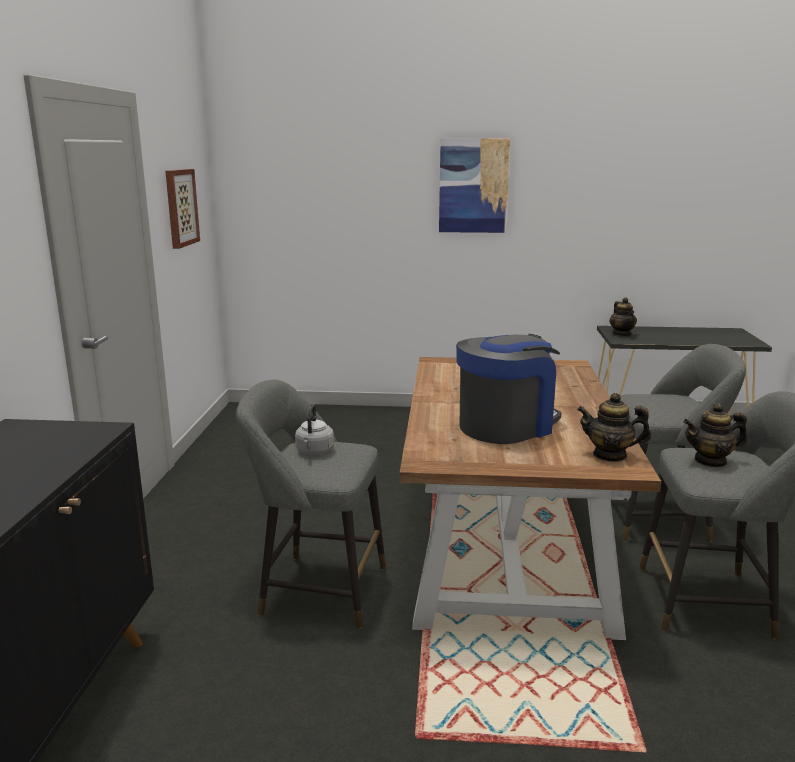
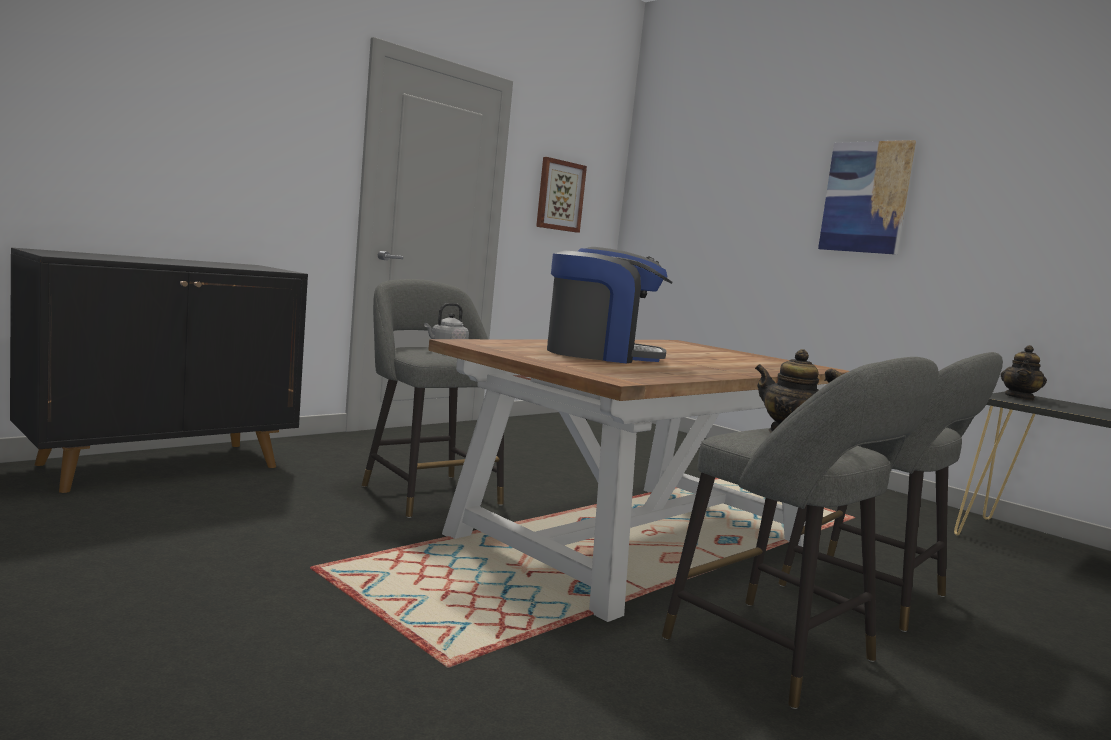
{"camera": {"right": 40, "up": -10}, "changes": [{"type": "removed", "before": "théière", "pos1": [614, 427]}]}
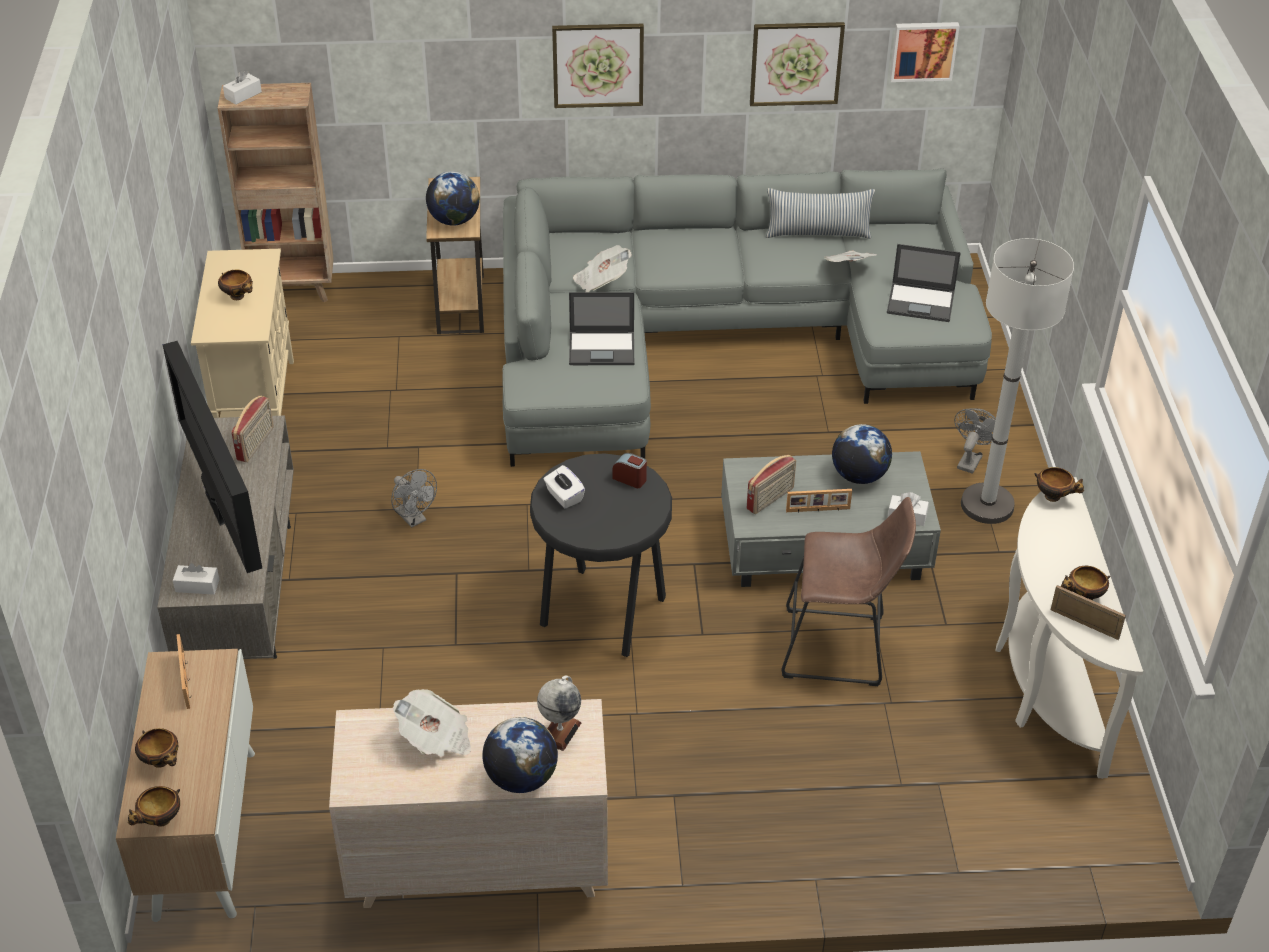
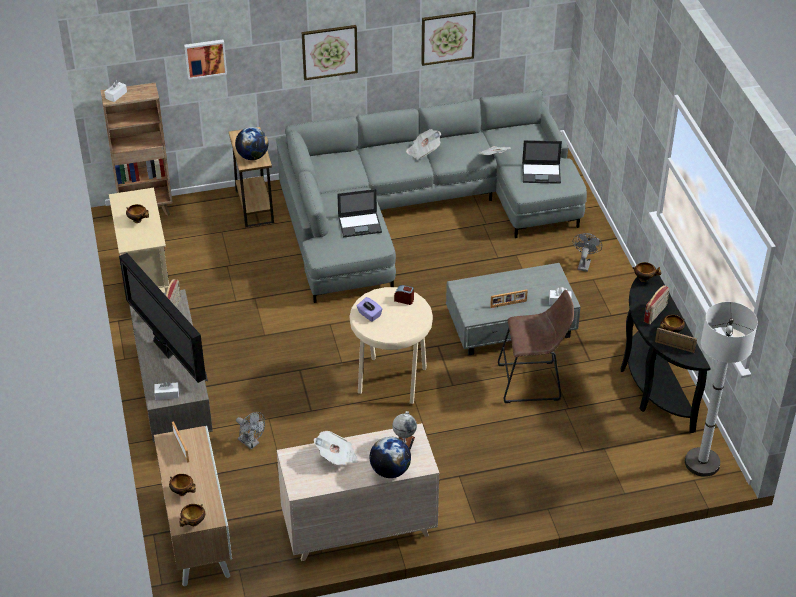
{"camera": {"right": -10, "up": 0}, "changes": [{"type": "moved", "before": "ventilateur/gris", "pos1": [414, 498], "pos2": [250, 430]}, {"type": "recoloured", "before": "tabouret/noir", "after": "tabouret/beige", "pos1": [601, 555], "pos2": [391, 345]}, {"type": "recoloured", "before": "boîte à mouchoirs/blanc", "after": "boîte à mouchoirs/violet", "pos1": [564, 487], "pos2": [369, 309]}, {"type": "moved", "before": "journal", "pos1": [602, 268], "pos2": [423, 144]}, {"type": "moved", "before": "radio", "pos1": [771, 484], "pos2": [657, 304]}, {"type": "removed", "before": "coussin", "pos1": [820, 213]}, {"type": "removed", "before": "globe", "pos1": [862, 454]}, {"type": "moved", "before": "tableau", "pos1": [925, 52], "pos2": [205, 60]}, {"type": "moved", "before": "lampadaire/blanc", "pos1": [1017, 381], "pos2": [721, 389]}, {"type": "recoloured", "before": "table console/blanc", "after": "table console/noir", "pos1": [1069, 628], "pos2": [666, 349]}]}
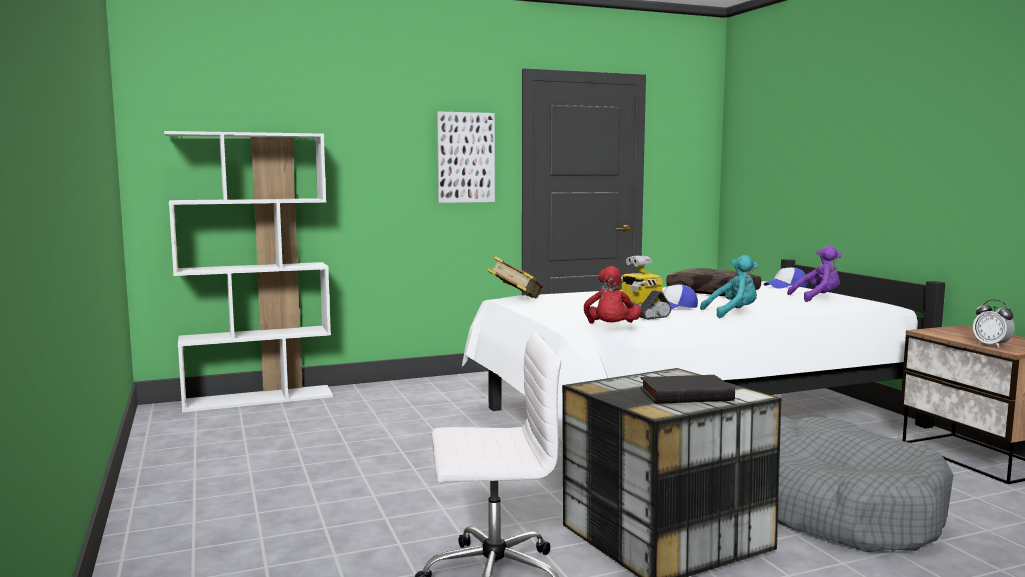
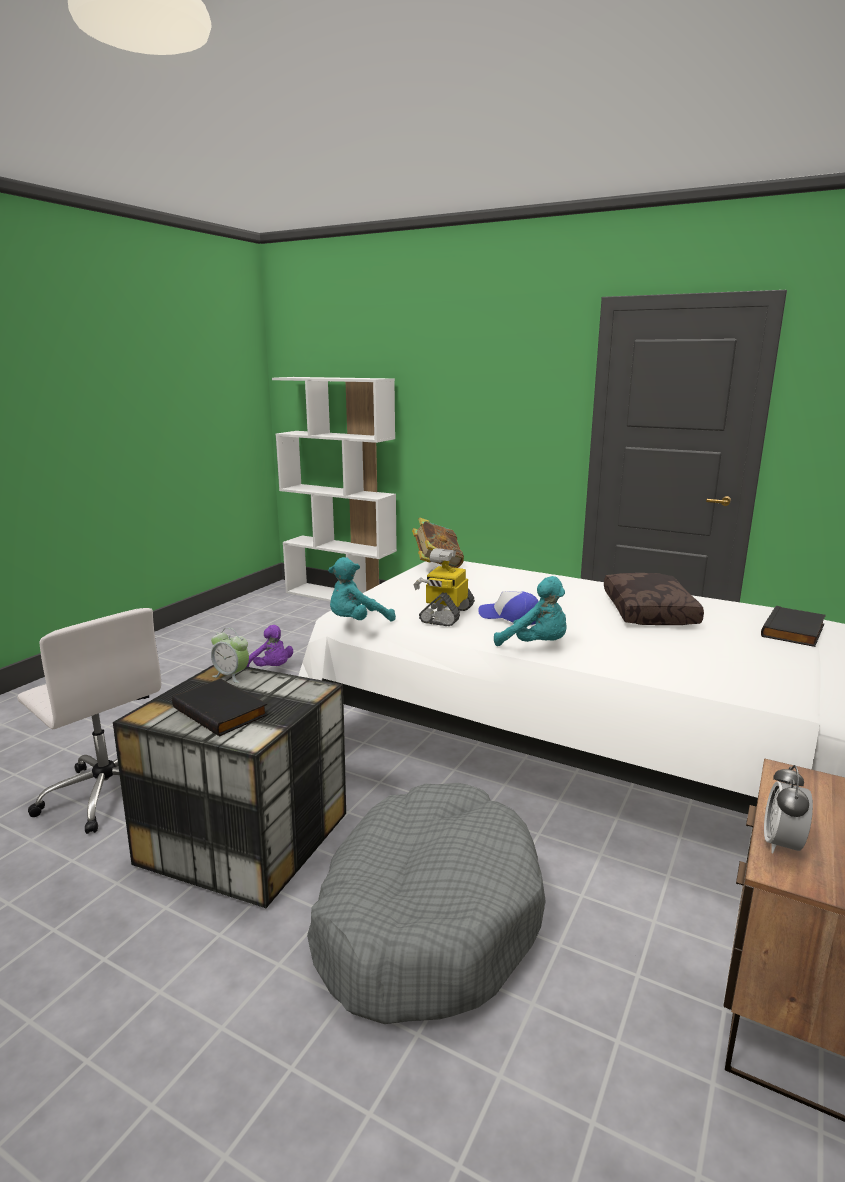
{"camera": {"right": 50, "up": 10}, "changes": [{"type": "removed", "before": "tableau", "pos1": [466, 157]}, {"type": "recoloured", "before": "peluche/rouge", "after": "peluche/turquoise", "pos1": [613, 295], "pos2": [362, 589]}, {"type": "replaced", "before": "casquette", "after": "livre/noir", "pos1": [785, 278], "pos2": [793, 626]}, {"type": "moved", "before": "peluche/violet", "pos1": [814, 274], "pos2": [269, 646]}, {"type": "added", "after": "réveil", "pos2": [230, 655]}]}
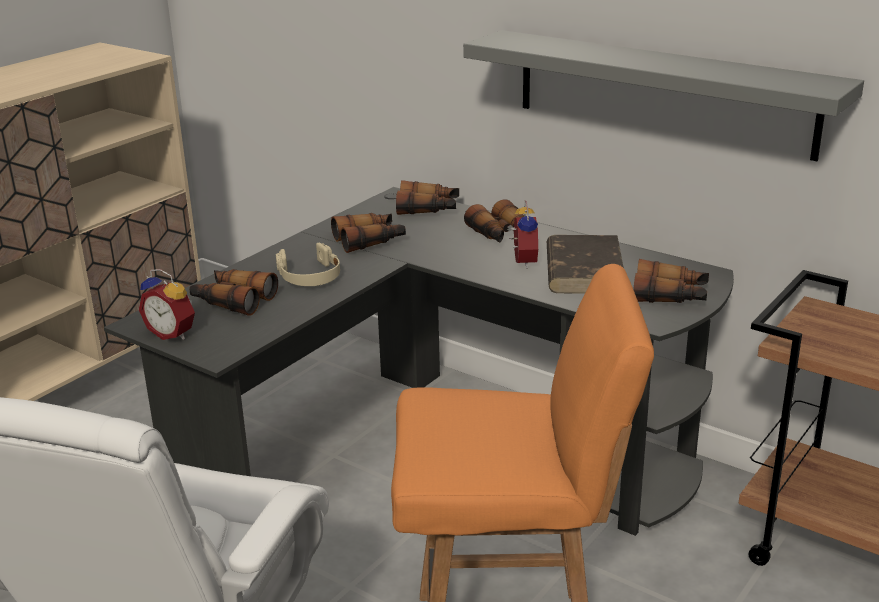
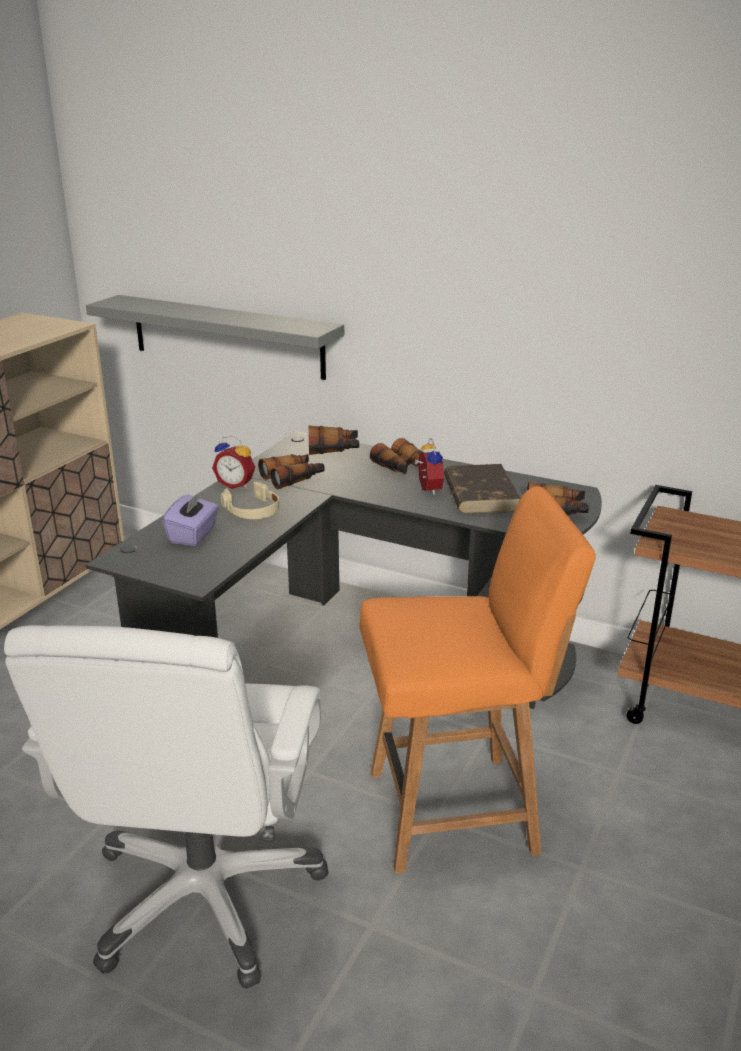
{"camera": {"right": -10, "up": 0}, "changes": [{"type": "moved", "before": "réveil", "pos1": [167, 304], "pos2": [233, 462]}, {"type": "replaced", "before": "jumelles", "after": "boîte à mouchoirs/violet", "pos1": [233, 292], "pos2": [190, 518]}, {"type": "moved", "before": "étagère/gris", "pos1": [663, 95], "pos2": [215, 337]}]}
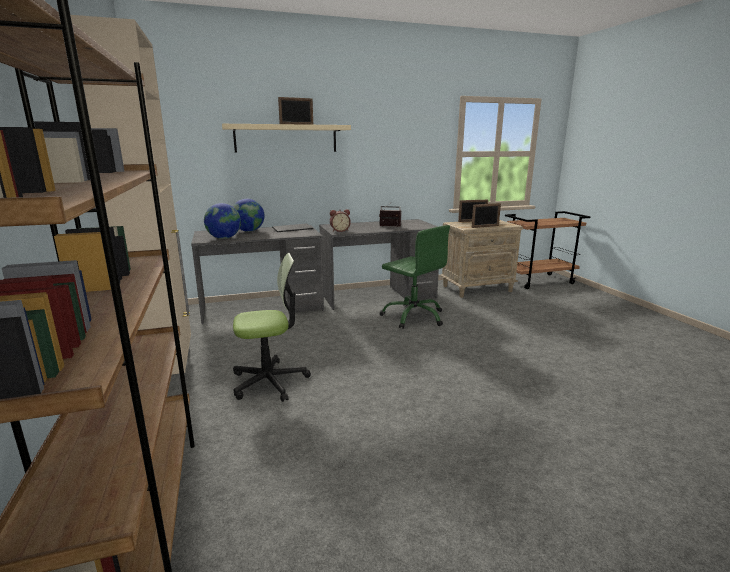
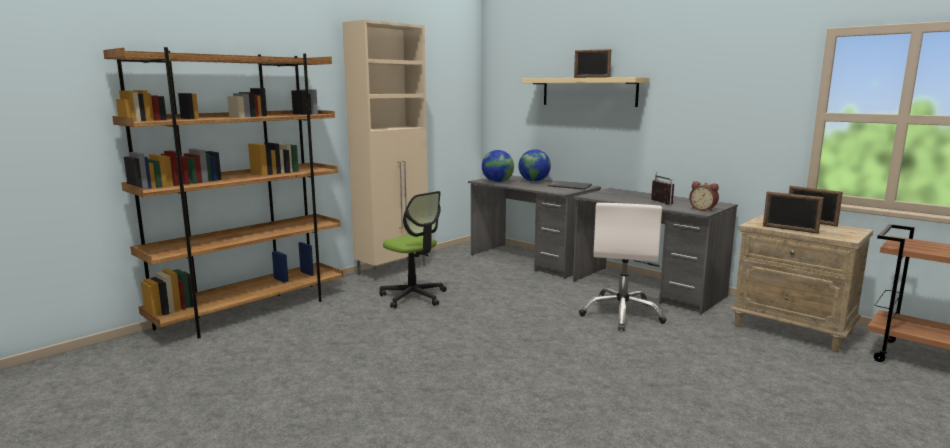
{"camera": {"right": 60, "up": -5}, "changes": [{"type": "moved", "before": "réveil", "pos1": [340, 220], "pos2": [704, 196]}, {"type": "recoloured", "before": "chaise de bureau/vert", "after": "chaise de bureau/blanc", "pos1": [414, 277], "pos2": [623, 267]}]}
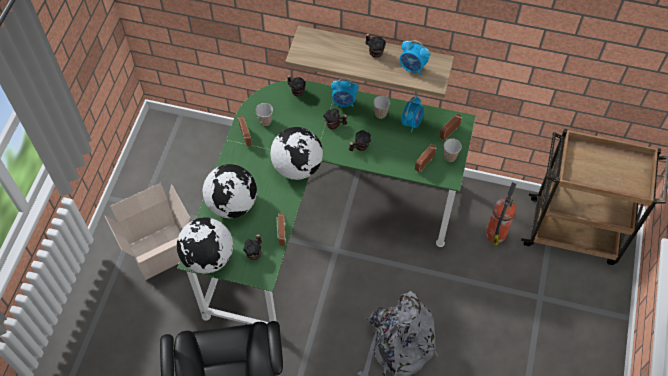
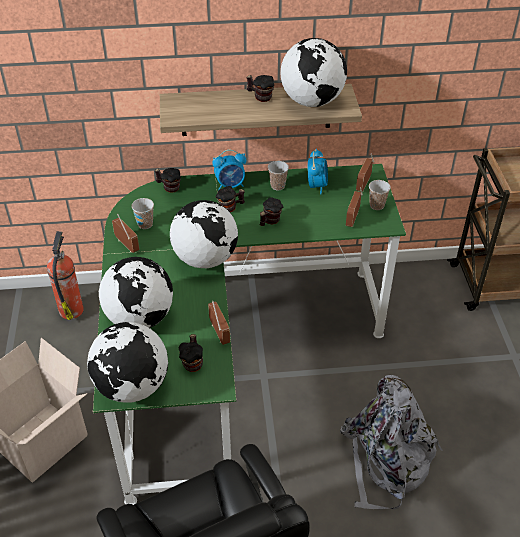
{"camera": {"right": -20, "up": -15}, "changes": [{"type": "replaced", "before": "réveil", "after": "globe", "pos1": [415, 57], "pos2": [314, 72]}, {"type": "moved", "before": "extincteur", "pos1": [501, 214], "pos2": [65, 275]}]}
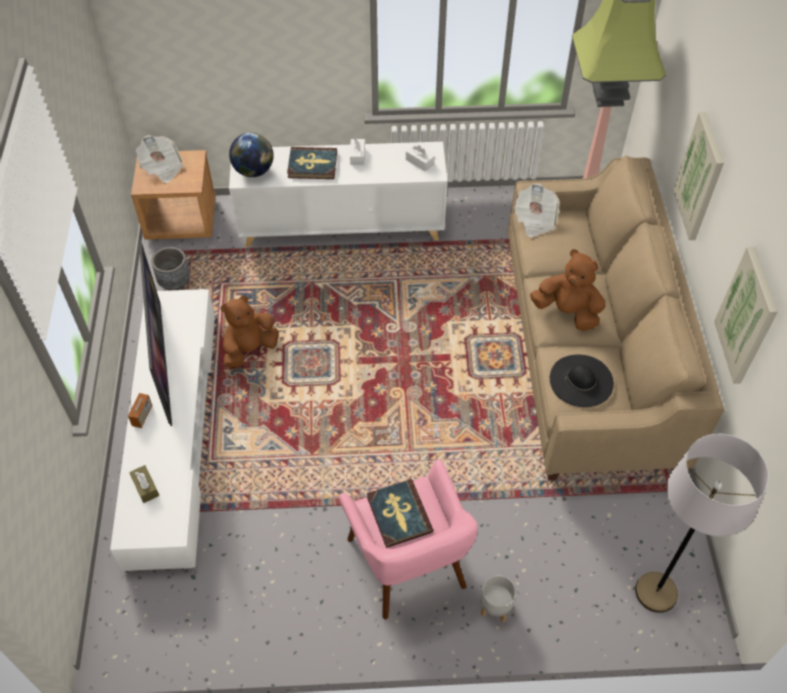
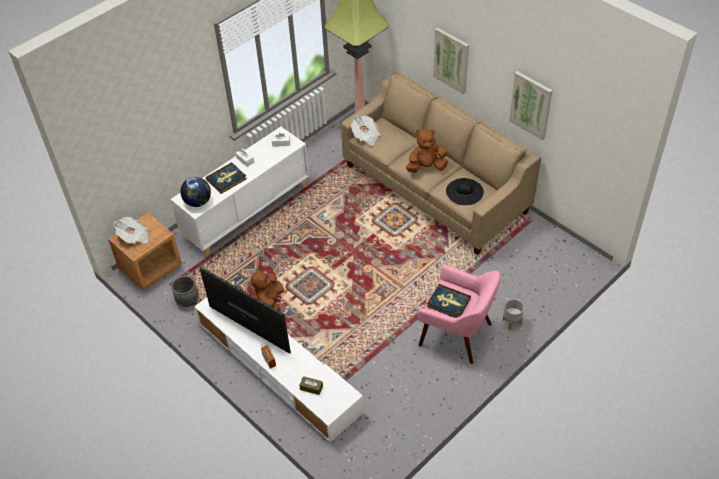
{"camera": {"right": -40, "up": -5}, "changes": [{"type": "removed", "before": "lampadaire/gris", "pos1": [702, 523]}]}
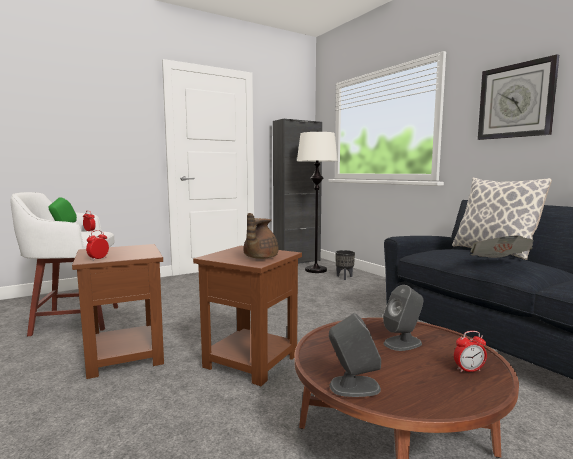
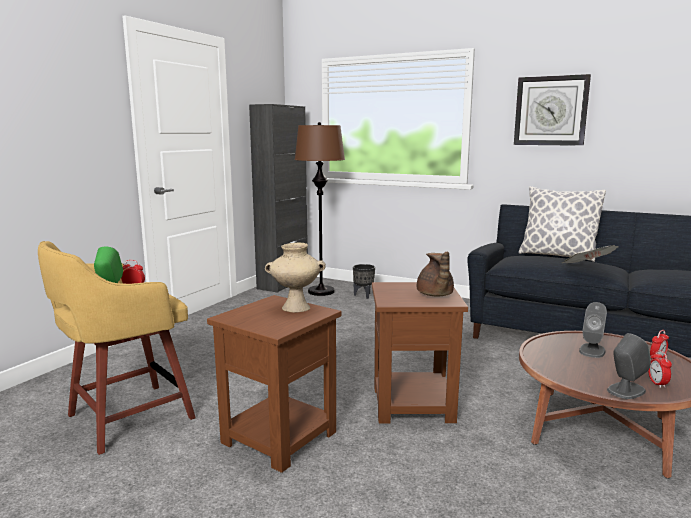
{"camera": {"right": -30, "up": 5}, "changes": [{"type": "recoloured", "before": "tabouret/blanc", "after": "tabouret/jaune", "pos1": [64, 264], "pos2": [117, 348]}, {"type": "moved", "before": "réveil", "pos1": [97, 245], "pos2": [660, 369]}, {"type": "recoloured", "before": "lampadaire/blanc", "after": "lampadaire/marron", "pos1": [317, 202], "pos2": [319, 209]}, {"type": "added", "after": "vase/beige", "pos2": [295, 277]}]}
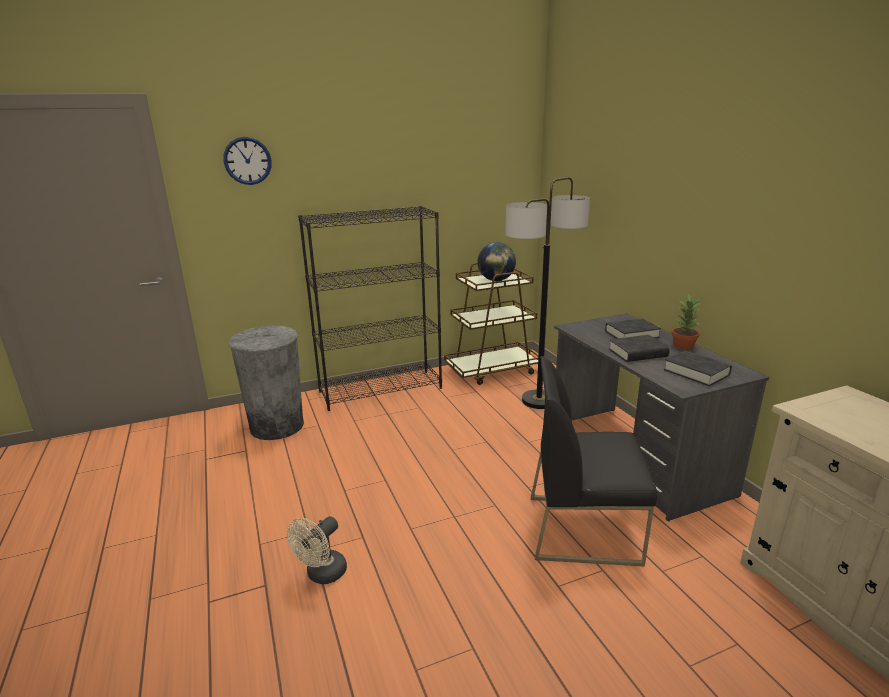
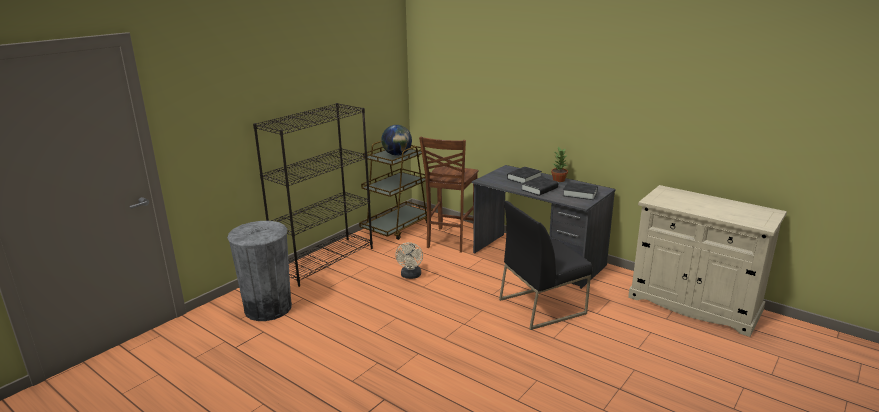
{"camera": {"right": -30, "up": 0}, "changes": [{"type": "removed", "before": "horloge murale", "pos1": [247, 161]}, {"type": "moved", "before": "ventilateur/beige", "pos1": [317, 550], "pos2": [409, 260]}, {"type": "replaced", "before": "lampadaire", "after": "chaise/marron", "pos1": [547, 293], "pos2": [448, 194]}]}
